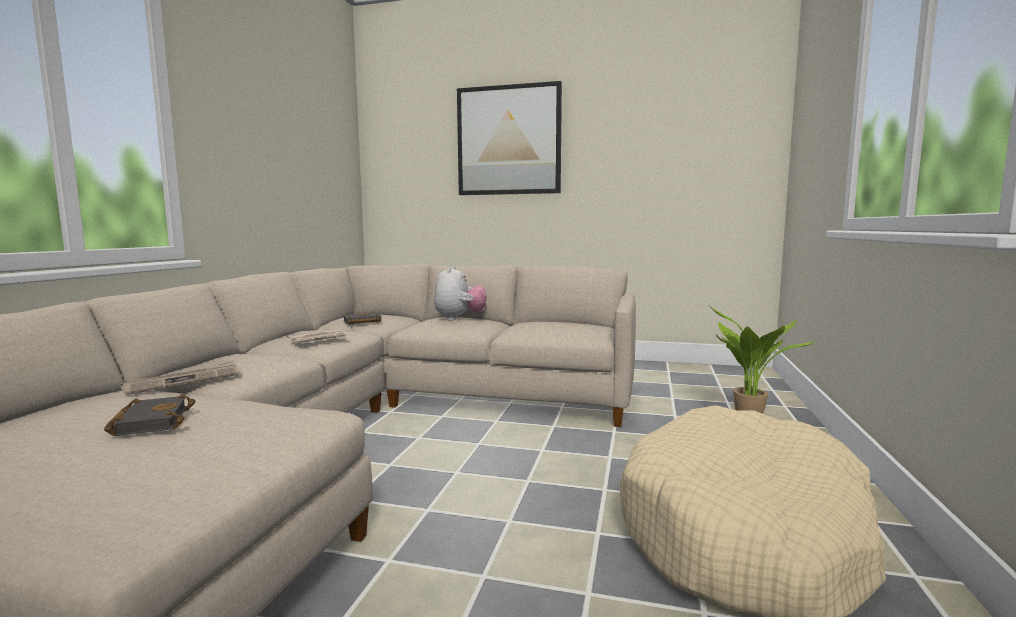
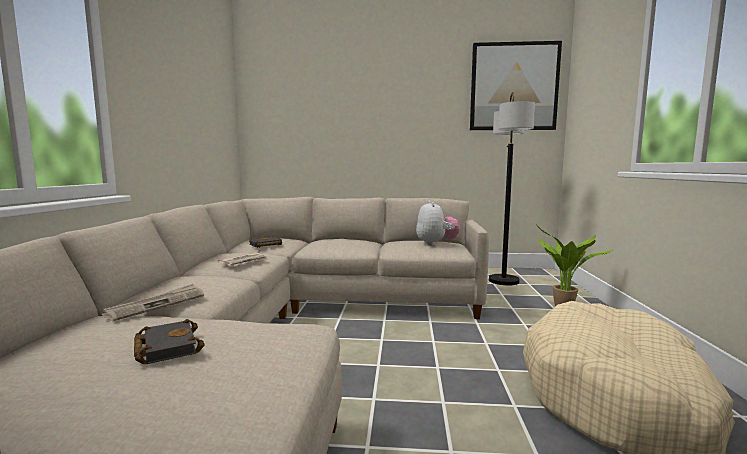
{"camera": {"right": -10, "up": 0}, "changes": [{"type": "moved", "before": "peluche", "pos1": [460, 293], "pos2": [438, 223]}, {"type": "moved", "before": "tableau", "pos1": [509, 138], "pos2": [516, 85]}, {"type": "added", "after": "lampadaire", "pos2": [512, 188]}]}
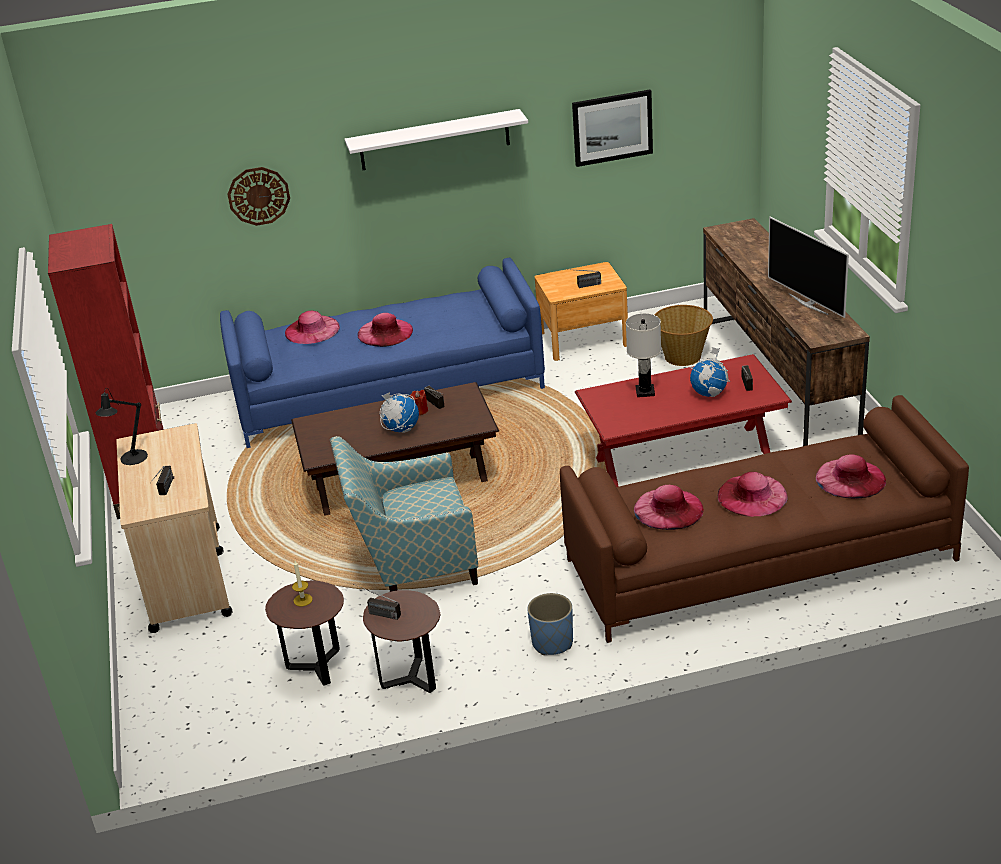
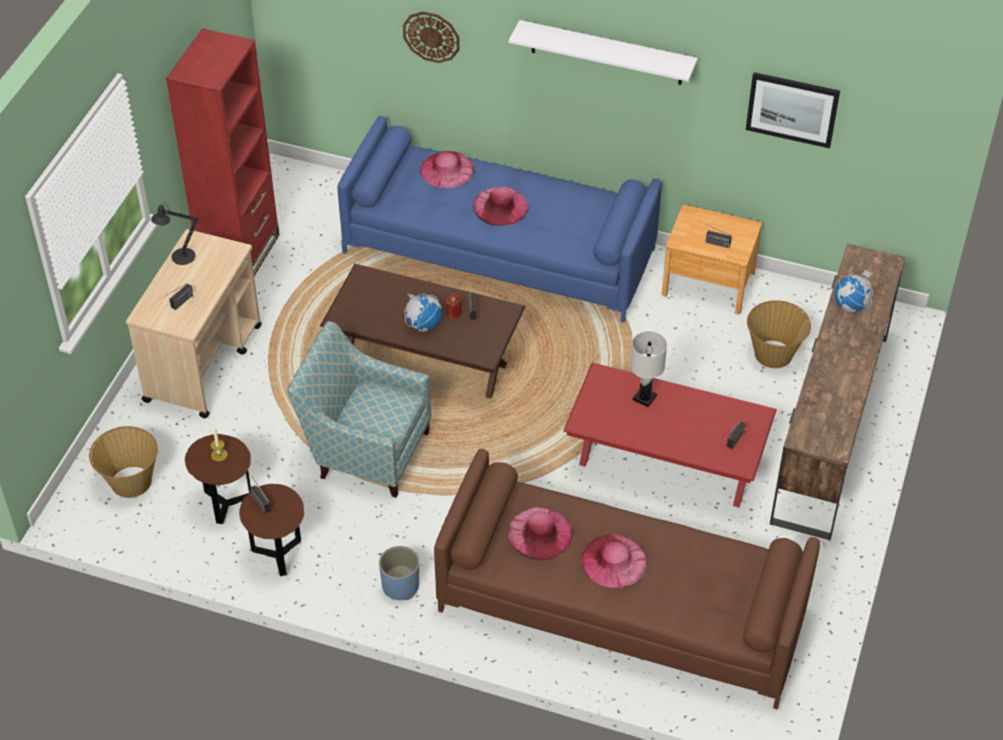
{"camera": {"right": 30, "up": 15}, "changes": [{"type": "moved", "before": "globe", "pos1": [710, 372], "pos2": [854, 291]}, {"type": "removed", "before": "téléviseur", "pos1": [808, 267]}, {"type": "removed", "before": "chapeau/rose", "pos1": [851, 476]}, {"type": "added", "after": "panier", "pos2": [123, 462]}]}
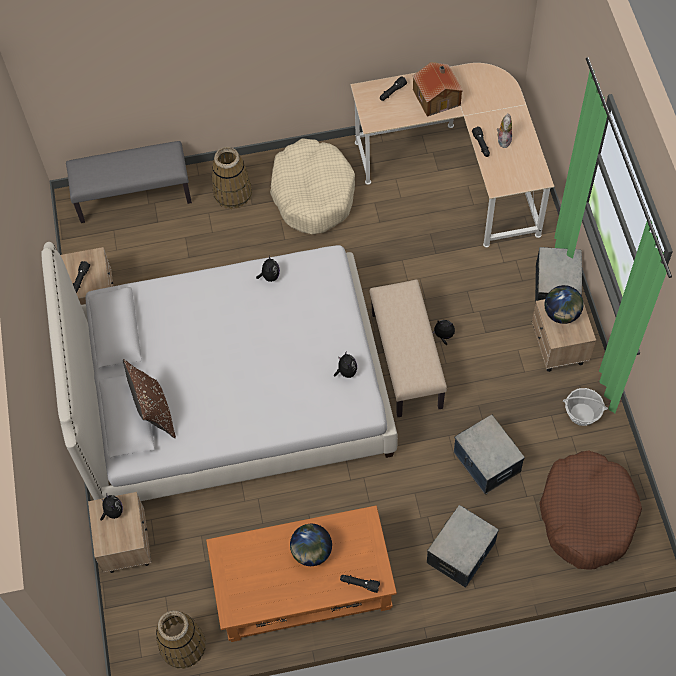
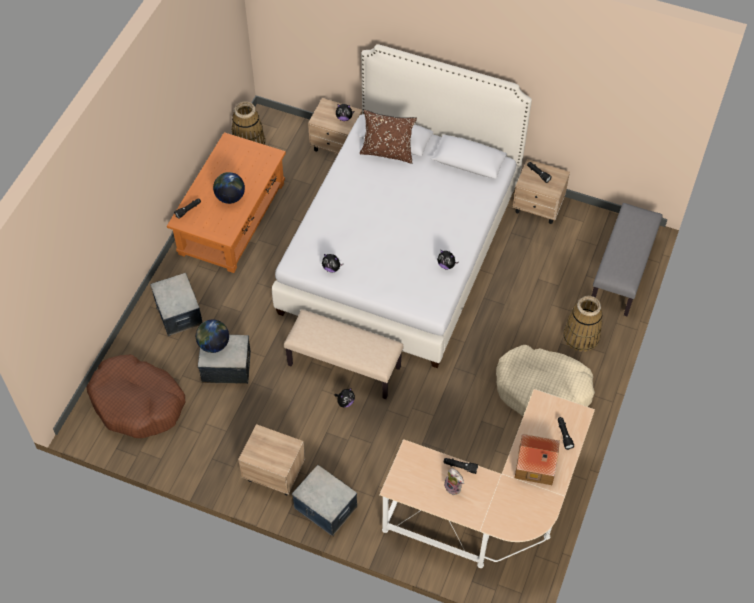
{"camera": {"right": 120, "up": -5}, "changes": [{"type": "moved", "before": "globe", "pos1": [564, 304], "pos2": [212, 336]}, {"type": "removed", "before": "panier", "pos1": [585, 407]}]}
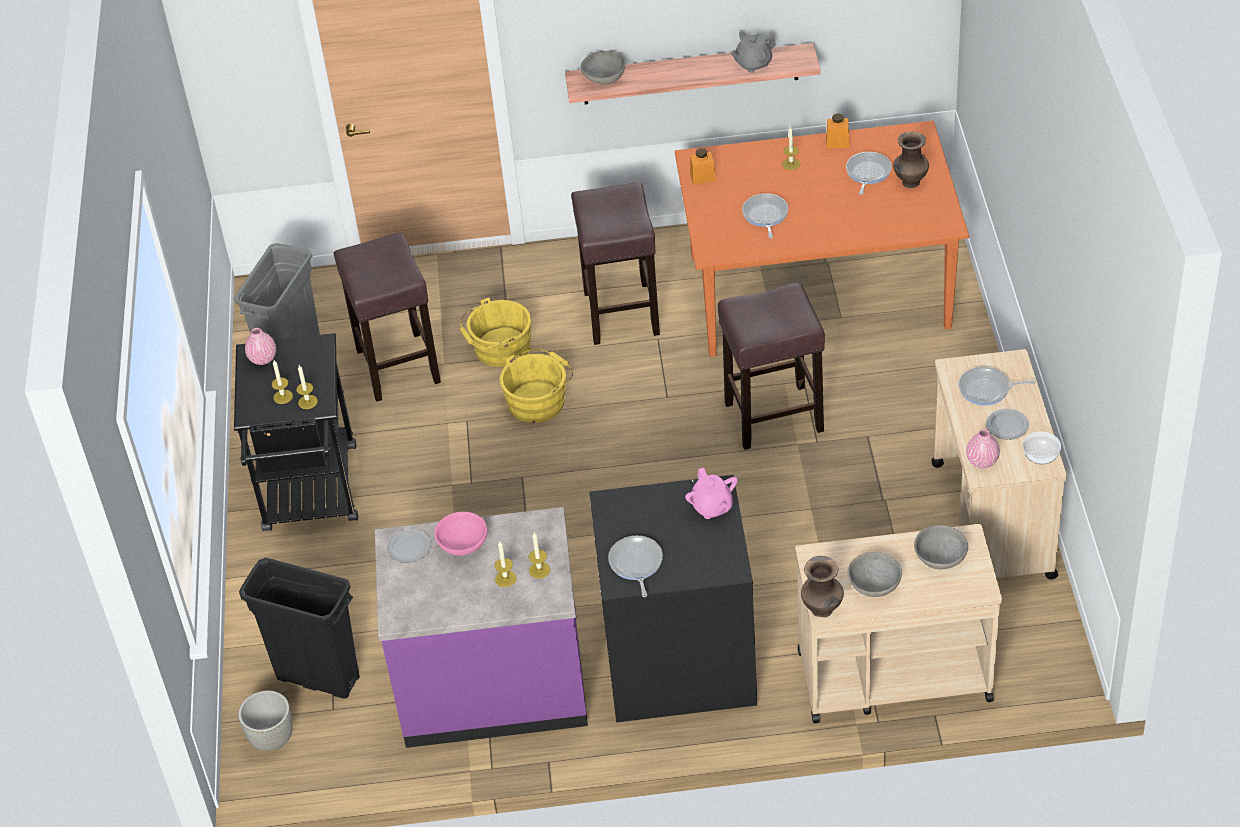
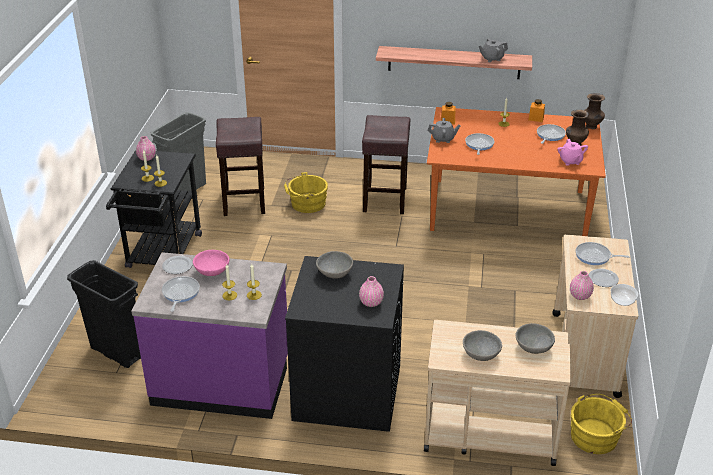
{"camera": {"right": 10, "up": -10}, "changes": [{"type": "removed", "before": "cache-pot/gris", "pos1": [265, 721]}, {"type": "moved", "before": "seau/jaune", "pos1": [536, 386], "pos2": [601, 424]}, {"type": "moved", "before": "bol/gris", "pos1": [603, 67], "pos2": [334, 265]}, {"type": "moved", "before": "poêle", "pos1": [635, 566], "pos2": [181, 294]}, {"type": "moved", "before": "théière/rose", "pos1": [711, 493], "pos2": [572, 152]}, {"type": "removed", "before": "tabouret/marron", "pos1": [771, 366]}, {"type": "moved", "before": "vase/marron", "pos1": [822, 587], "pos2": [594, 111]}, {"type": "added", "after": "vase/rose", "pos2": [371, 291]}, {"type": "added", "after": "théière/gris", "pos2": [444, 130]}]}
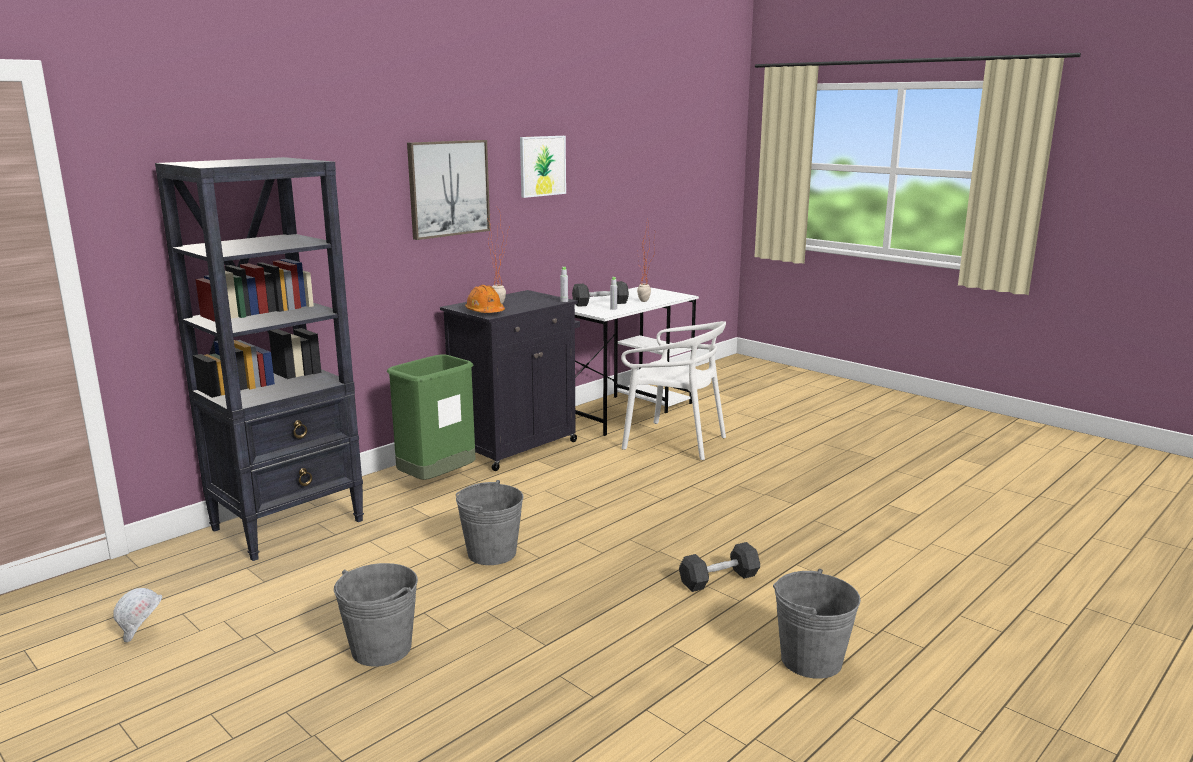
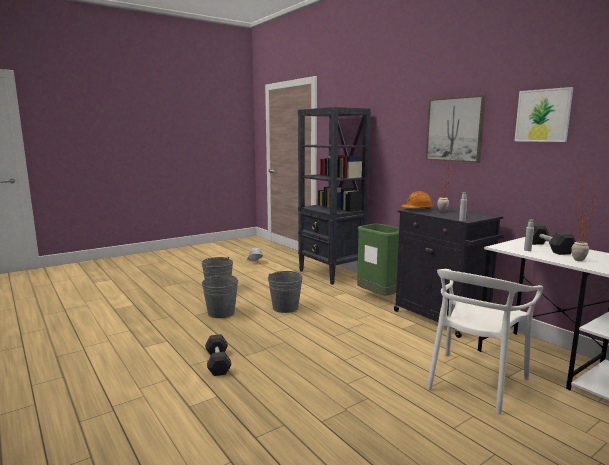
{"camera": {"right": 100, "up": -5}, "changes": [{"type": "moved", "before": "seau/gris", "pos1": [817, 624], "pos2": [220, 296]}]}
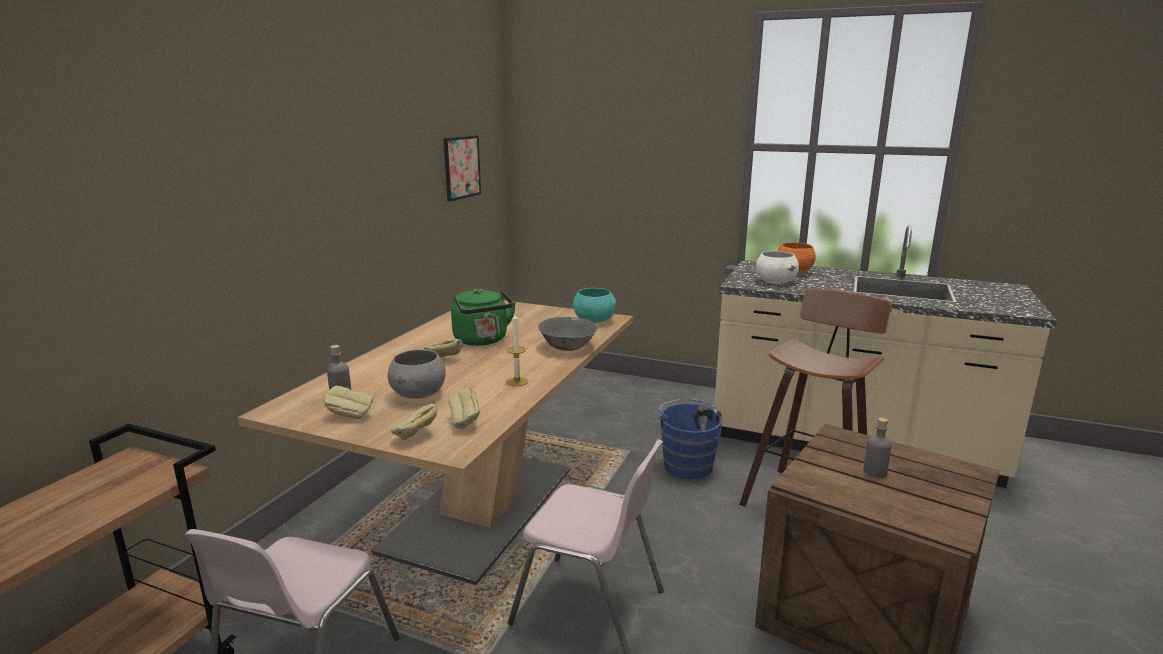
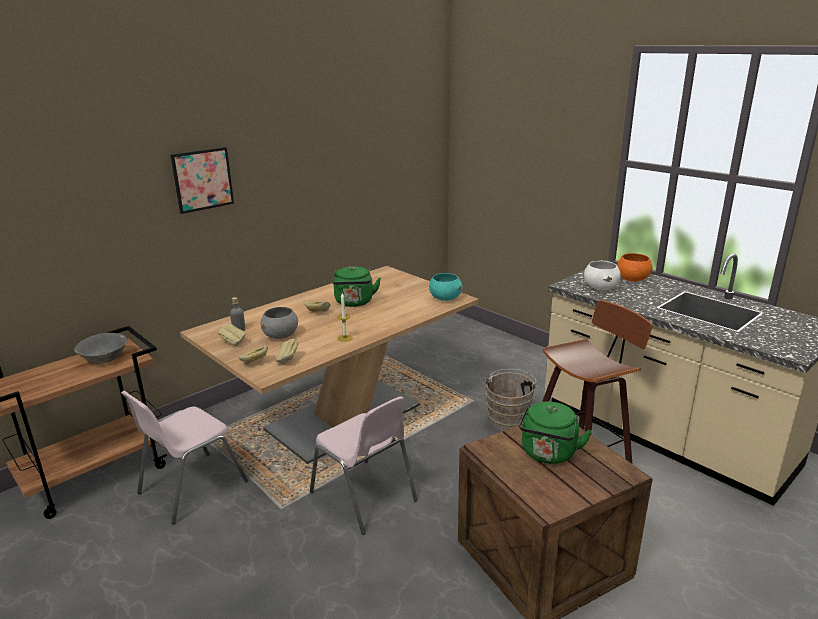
{"camera": {"right": 25, "up": 5}, "changes": [{"type": "moved", "before": "tableau", "pos1": [462, 169], "pos2": [202, 180]}, {"type": "moved", "before": "bol/gris", "pos1": [568, 334], "pos2": [100, 348]}, {"type": "recoloured", "before": "seau/bleu", "after": "seau/marron", "pos1": [690, 439], "pos2": [511, 400]}, {"type": "replaced", "before": "bouteille/gris", "after": "bouilloire/vert", "pos1": [878, 447], "pos2": [555, 432]}]}
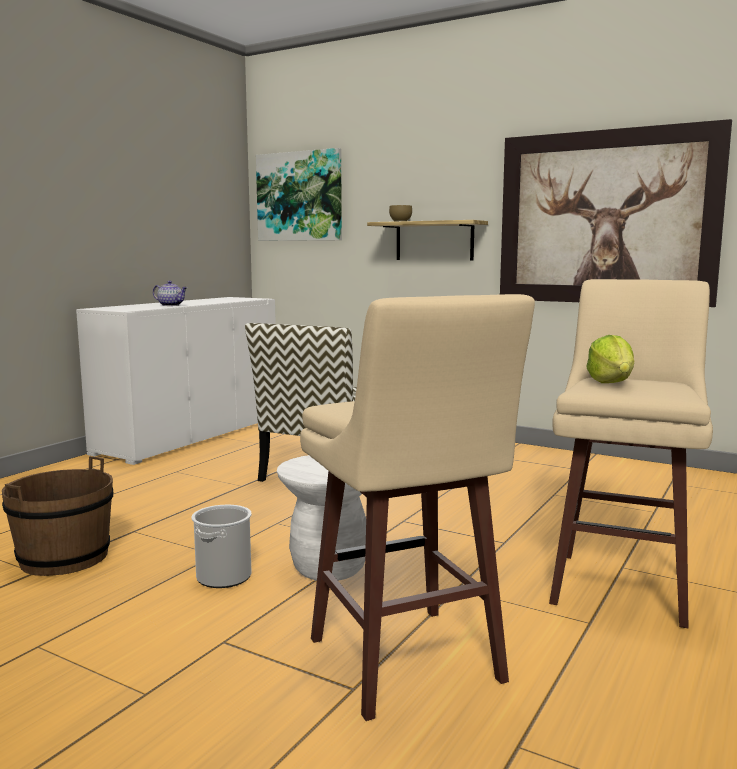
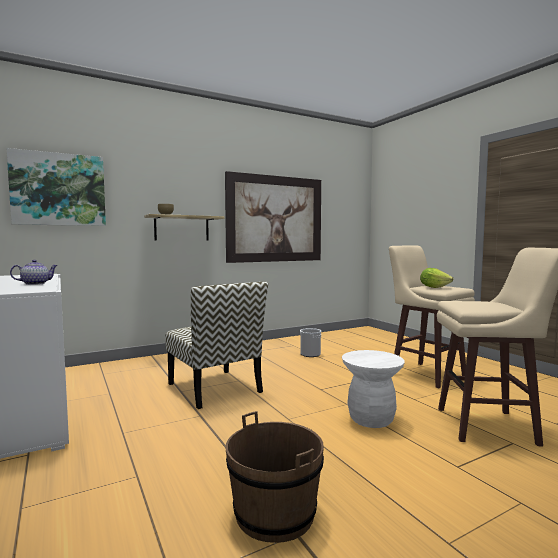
{"camera": {"right": -60, "up": -5}, "changes": [{"type": "moved", "before": "seau", "pos1": [222, 546], "pos2": [311, 342]}]}
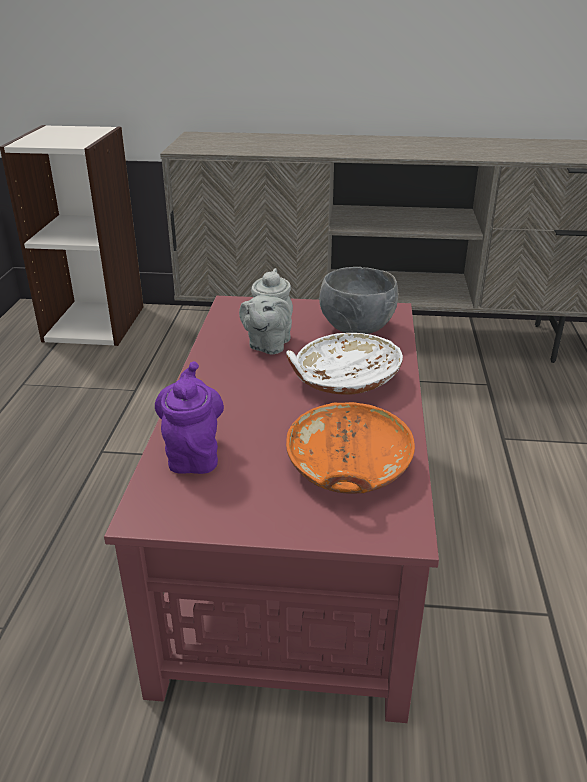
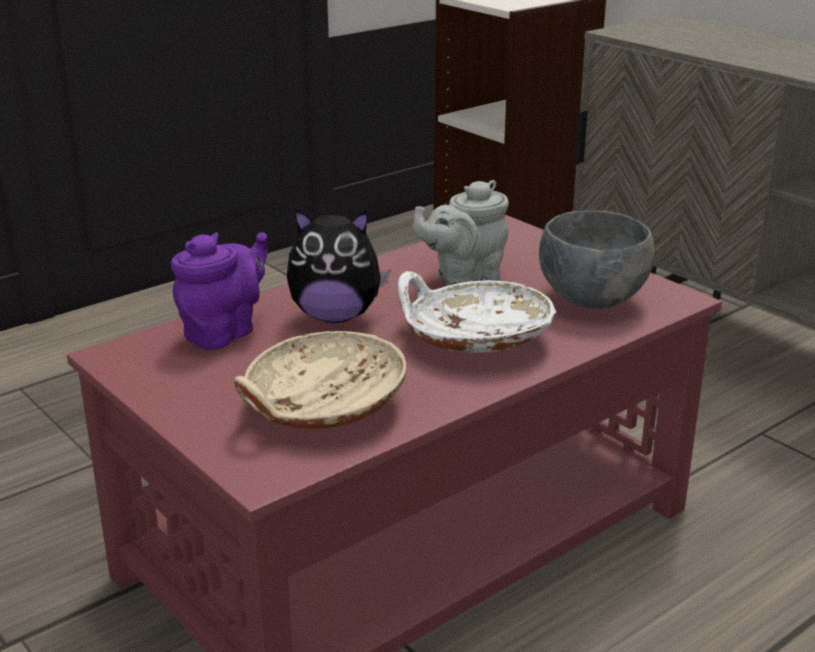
{"camera": {"right": 45, "up": -5}, "changes": [{"type": "recoloured", "before": "bol/orange", "after": "bol/beige", "pos1": [350, 448], "pos2": [320, 380]}, {"type": "added", "after": "peluche", "pos2": [339, 266]}]}
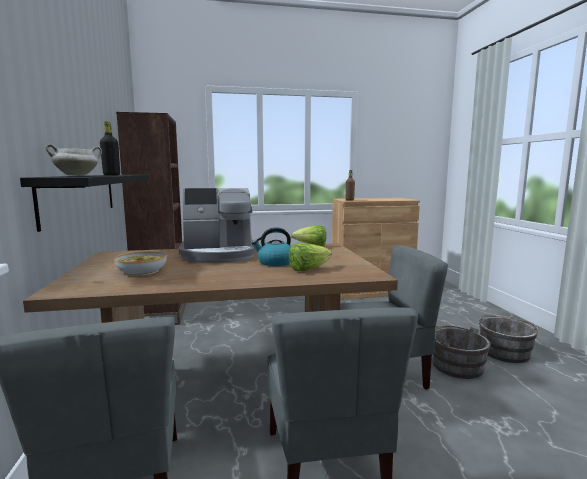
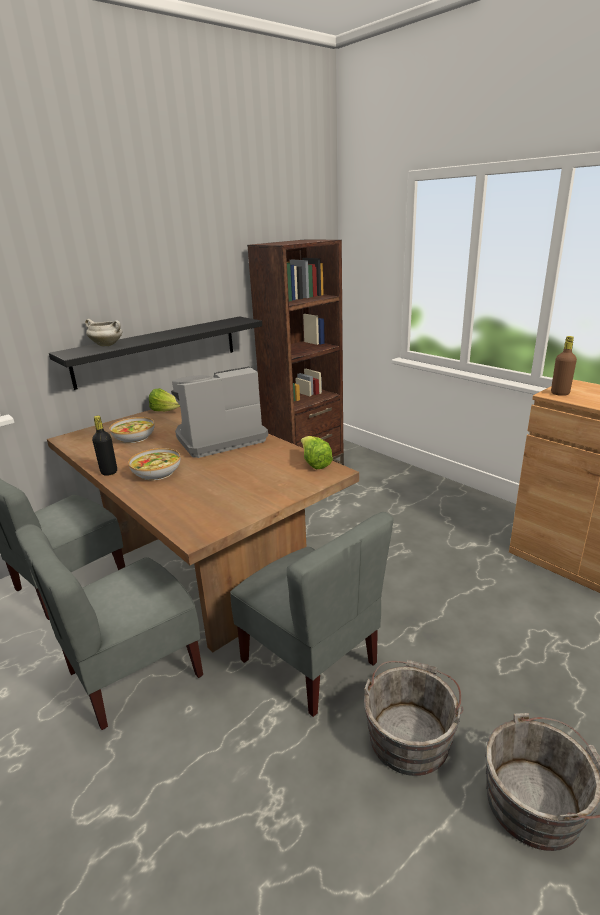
{"camera": {"right": 60, "up": 15}, "changes": [{"type": "moved", "before": "bouteille/noir", "pos1": [110, 148], "pos2": [104, 446]}, {"type": "turned", "before": "machine à café", "pos1": [217, 225], "pos2": [219, 412], "turn": 105}, {"type": "removed", "before": "bouilloire", "pos1": [271, 246]}, {"type": "moved", "before": "laitue", "pos1": [310, 257], "pos2": [164, 400]}, {"type": "added", "after": "bol", "pos2": [154, 464]}]}
